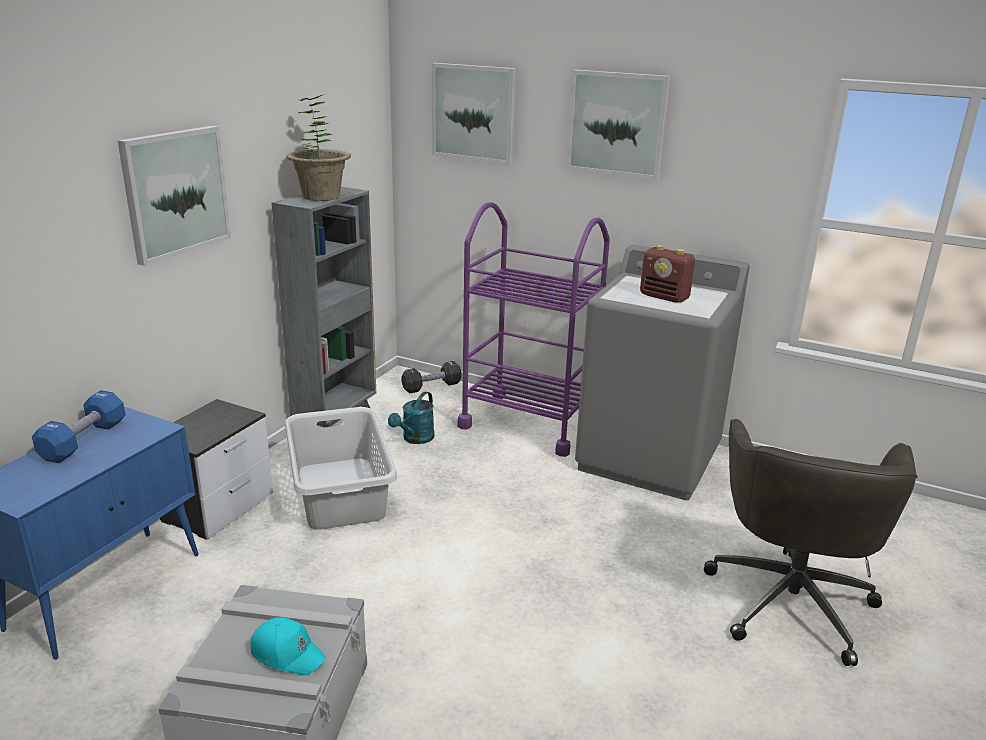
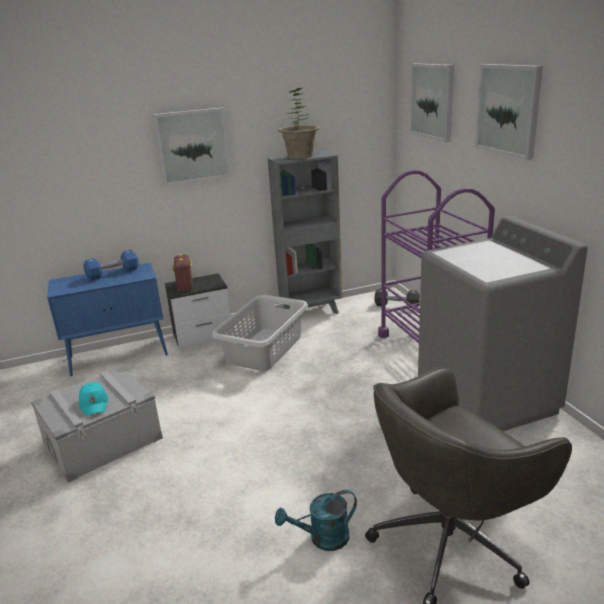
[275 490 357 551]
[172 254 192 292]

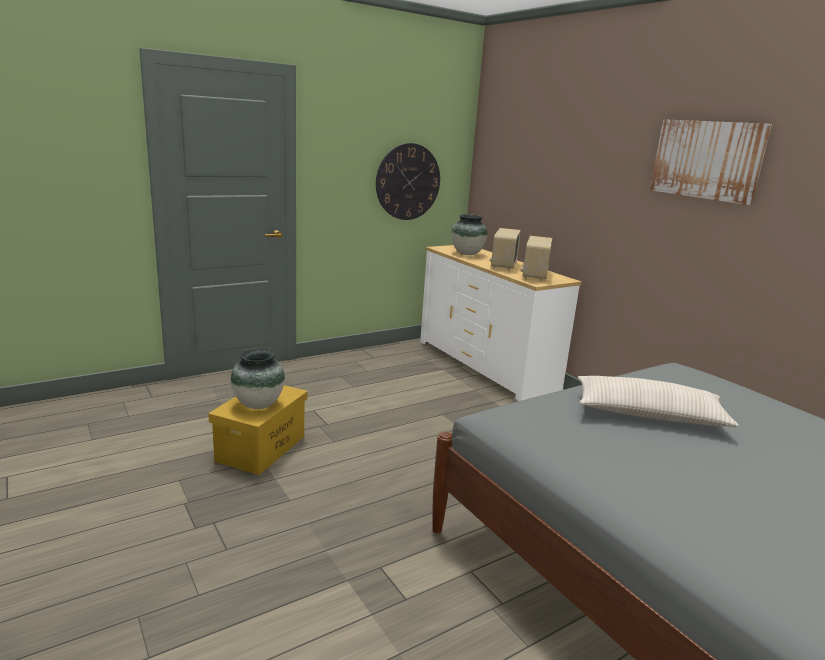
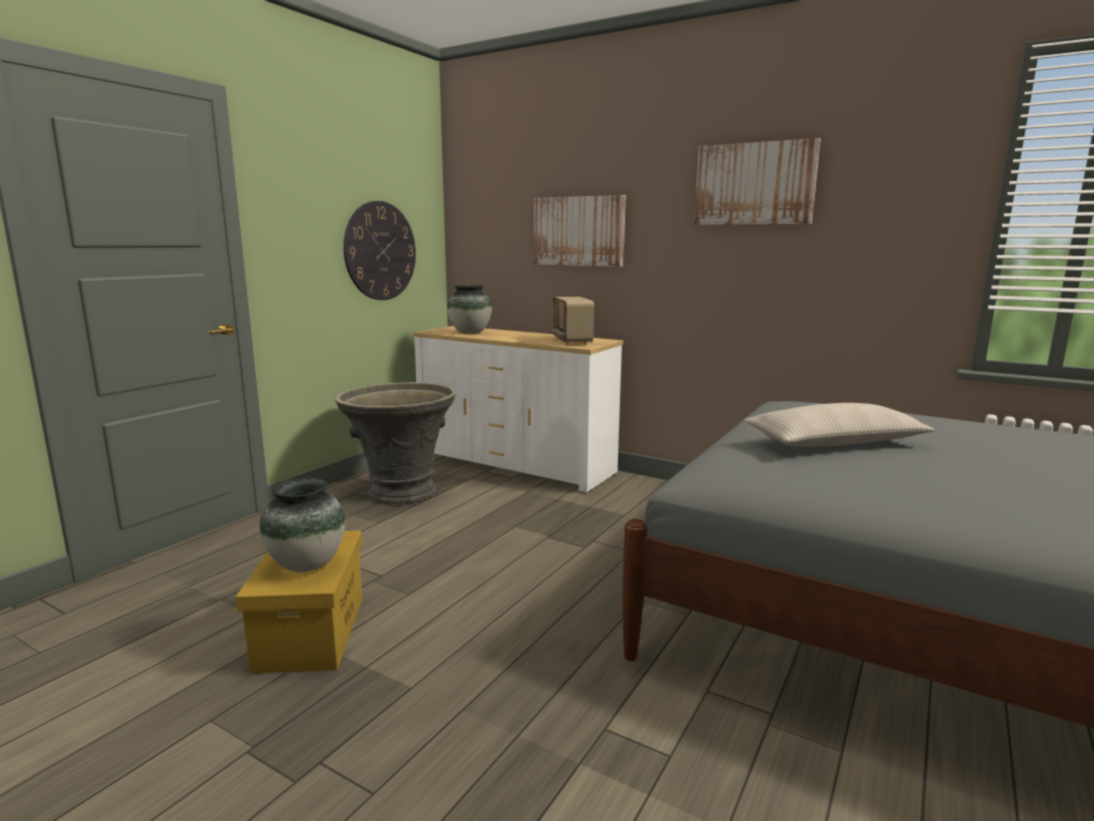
[490 228 521 270] (first image)
[335 382 456 504]
[534 195 626 267]

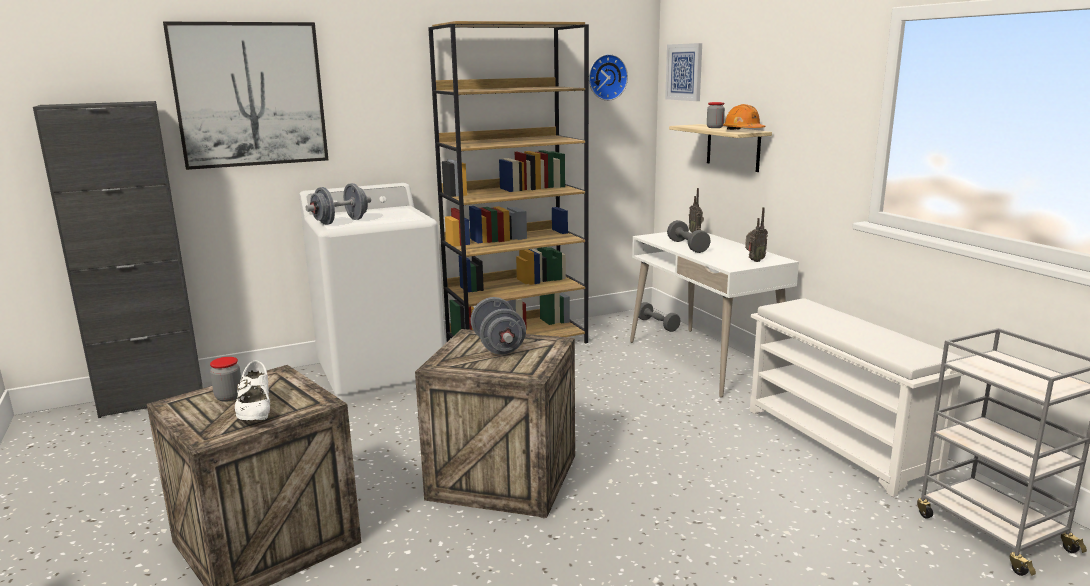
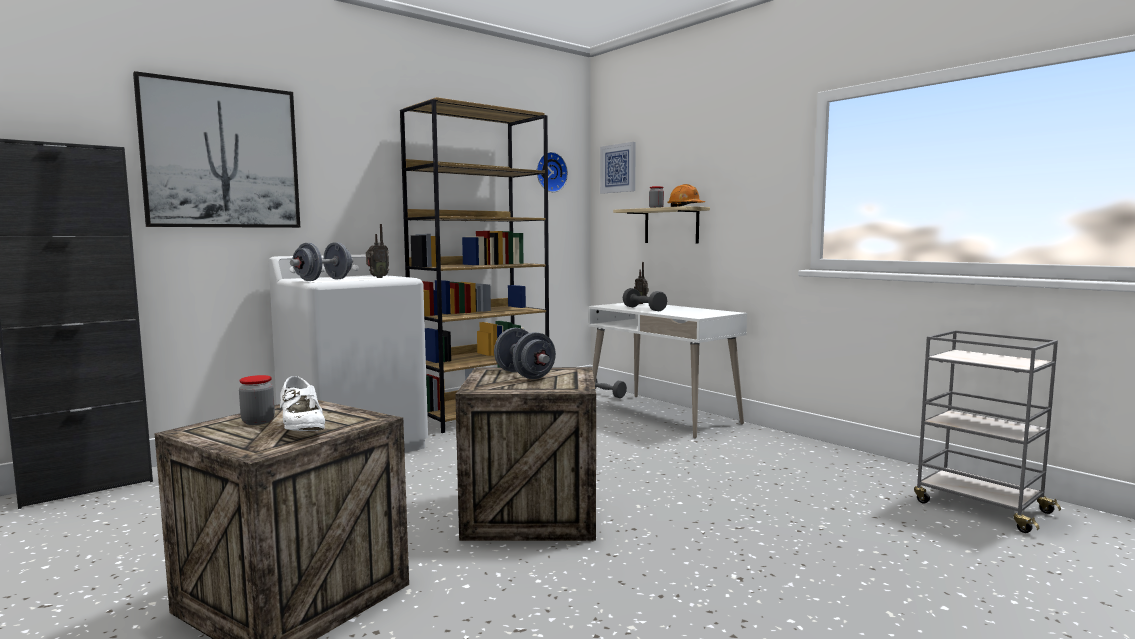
[366 224 389 278]
[750 298 964 497] (first image)

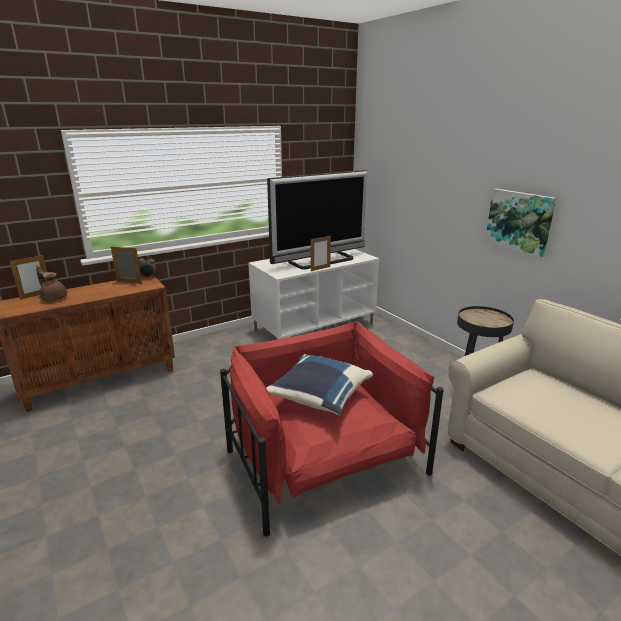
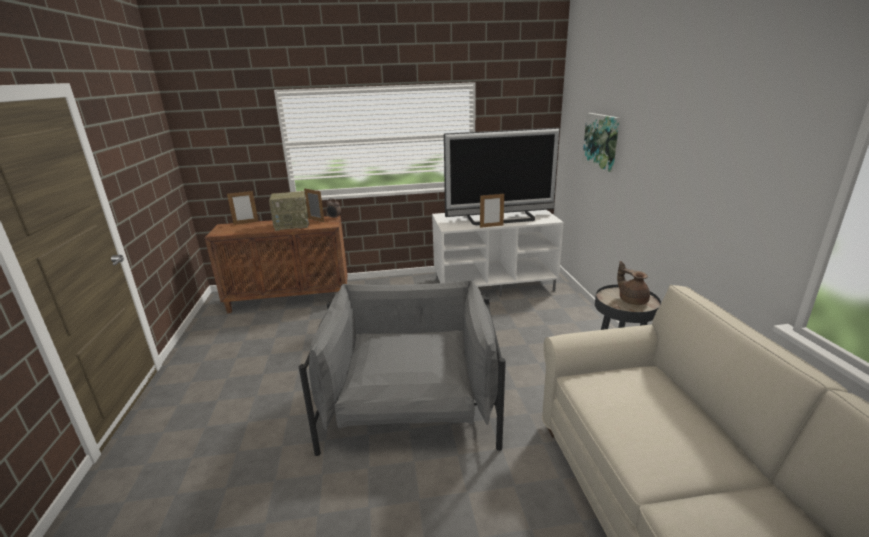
[617 261 650 305]
[299 280 506 456]
[266 354 373 415] (first image)
[582 113 620 172]
[269 191 309 231]

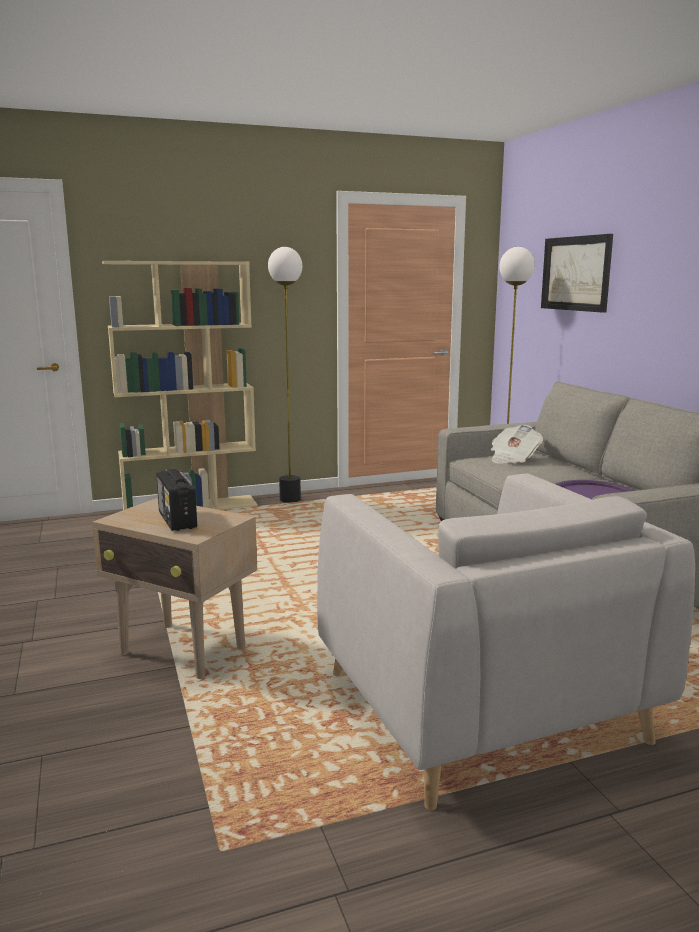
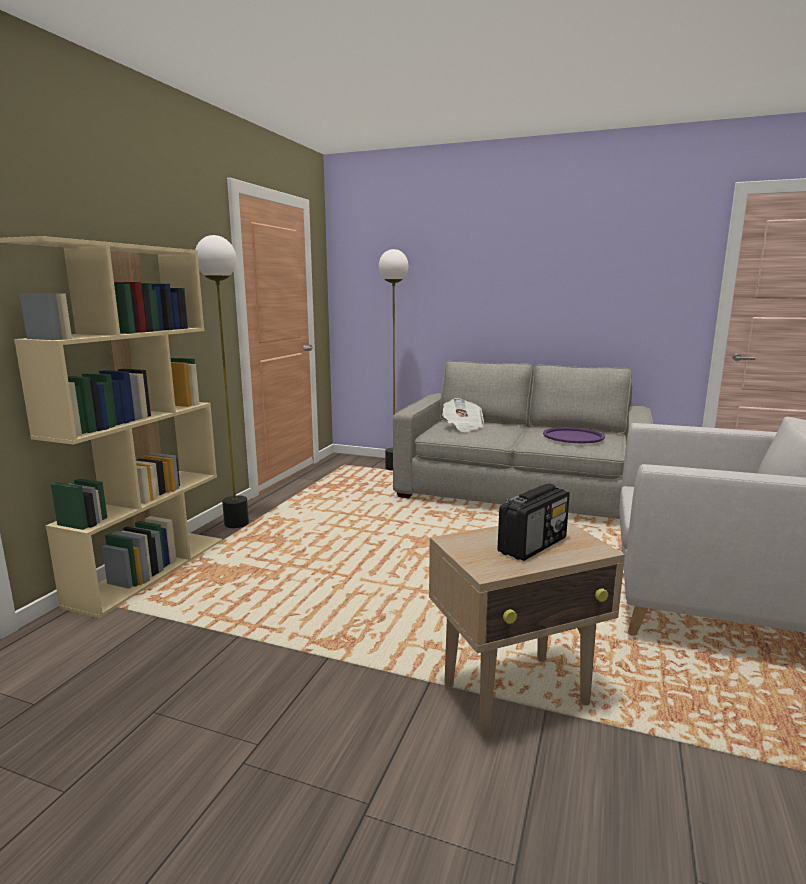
[497 483 570 561]
[541 234 613 313] (first image)

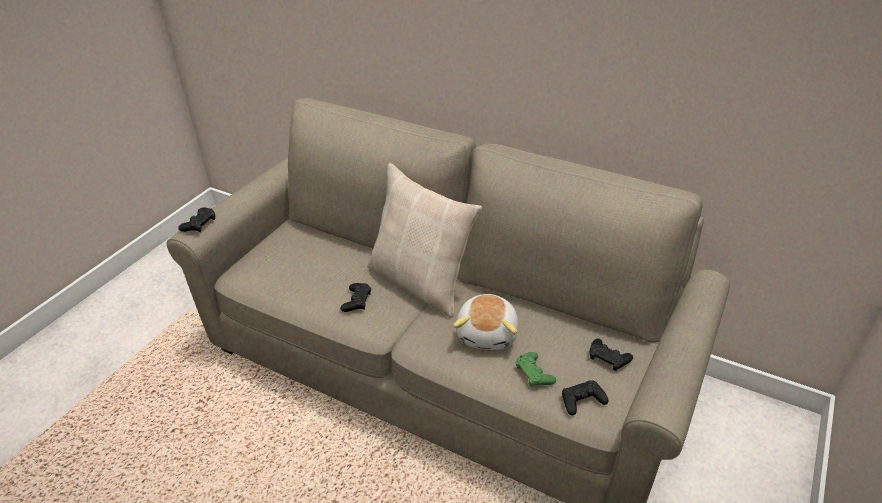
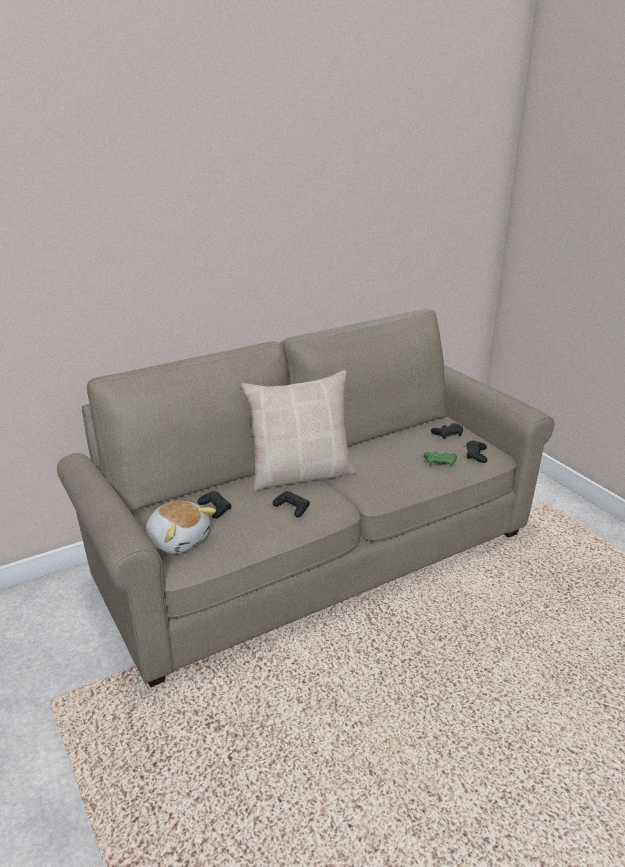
[197 491 231 519]
[146 501 216 554]

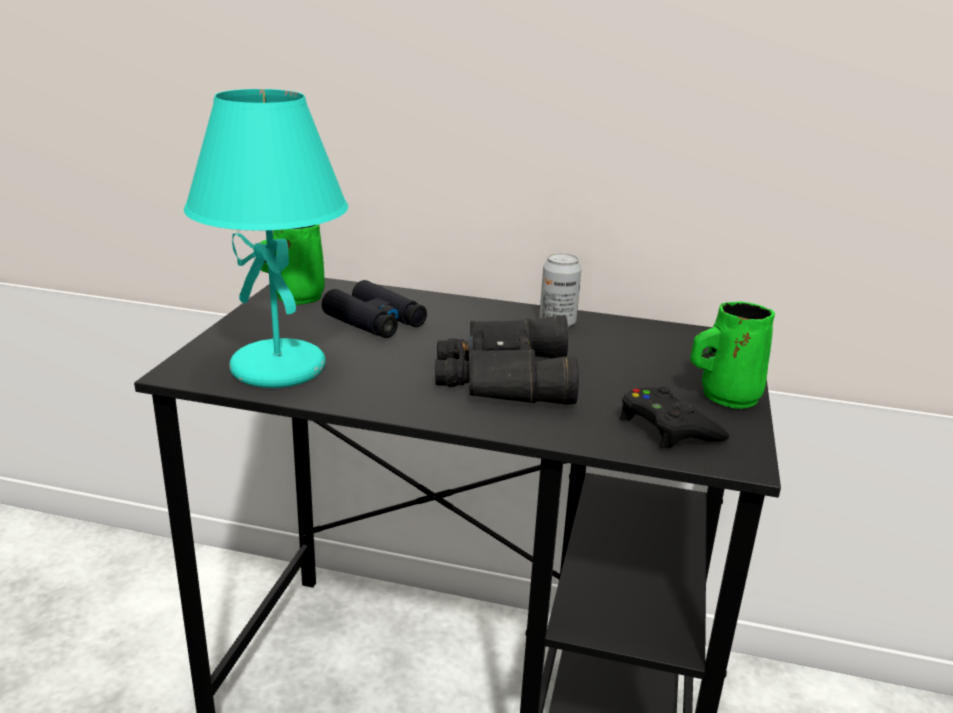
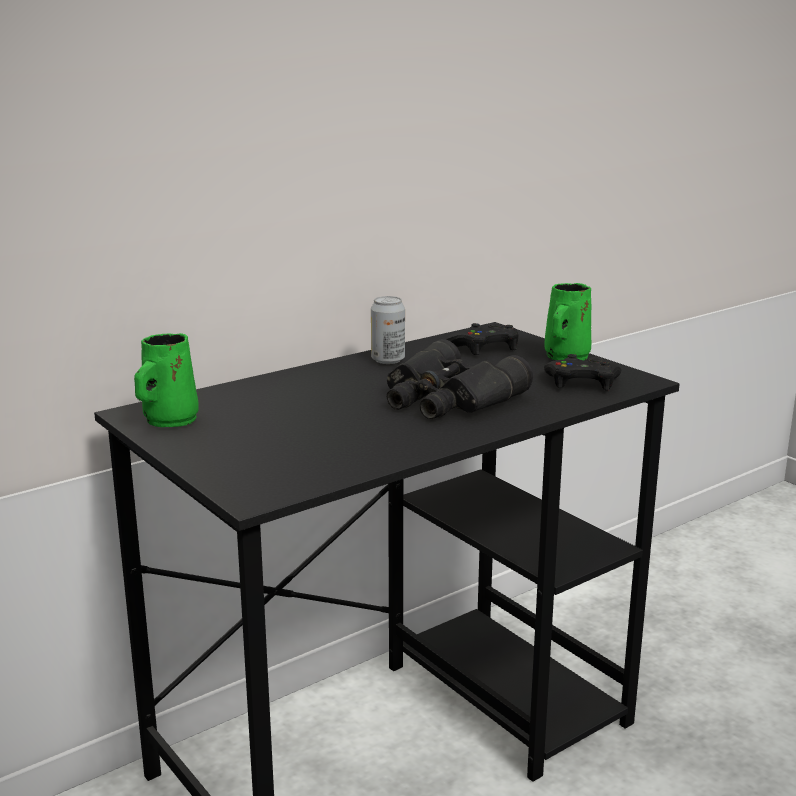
[184 89 348 388] (first image)
[322 280 427 338] (first image)
[446 323 519 355]

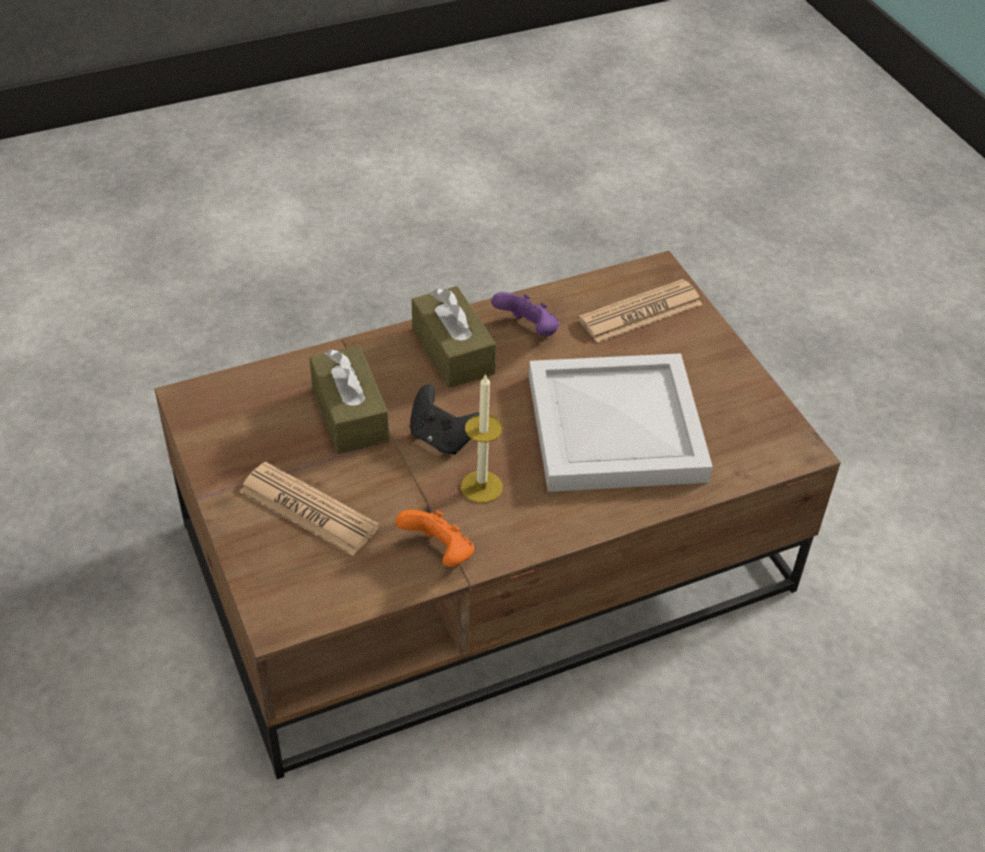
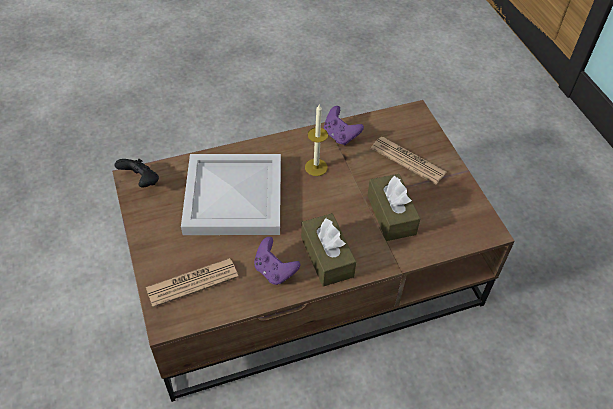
[324 106 364 145]
[114 159 159 188]

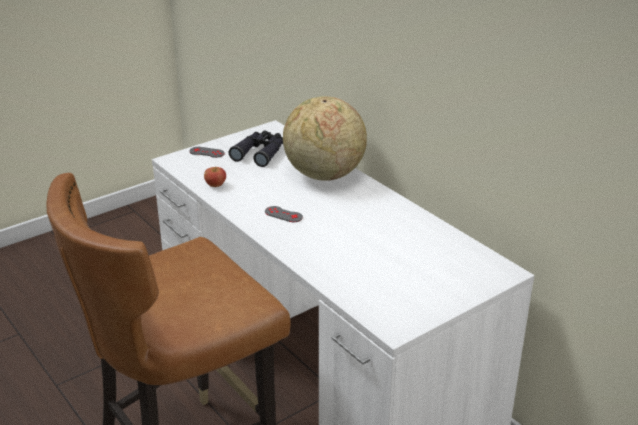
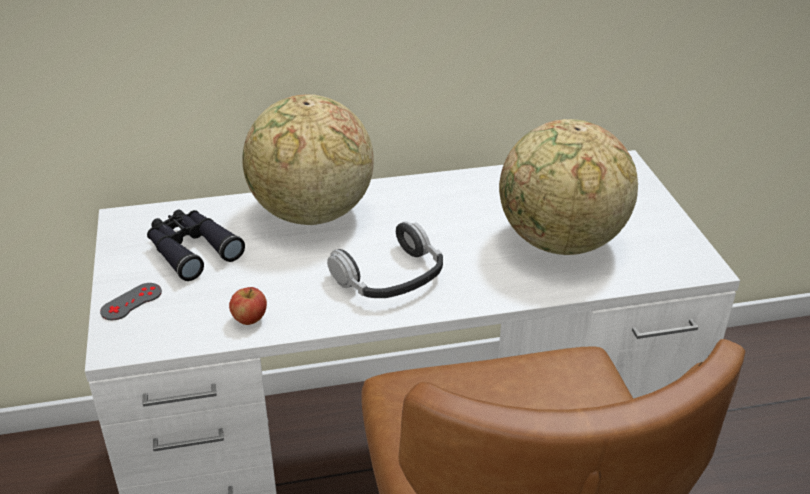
[327 221 443 298]
[499 119 638 255]

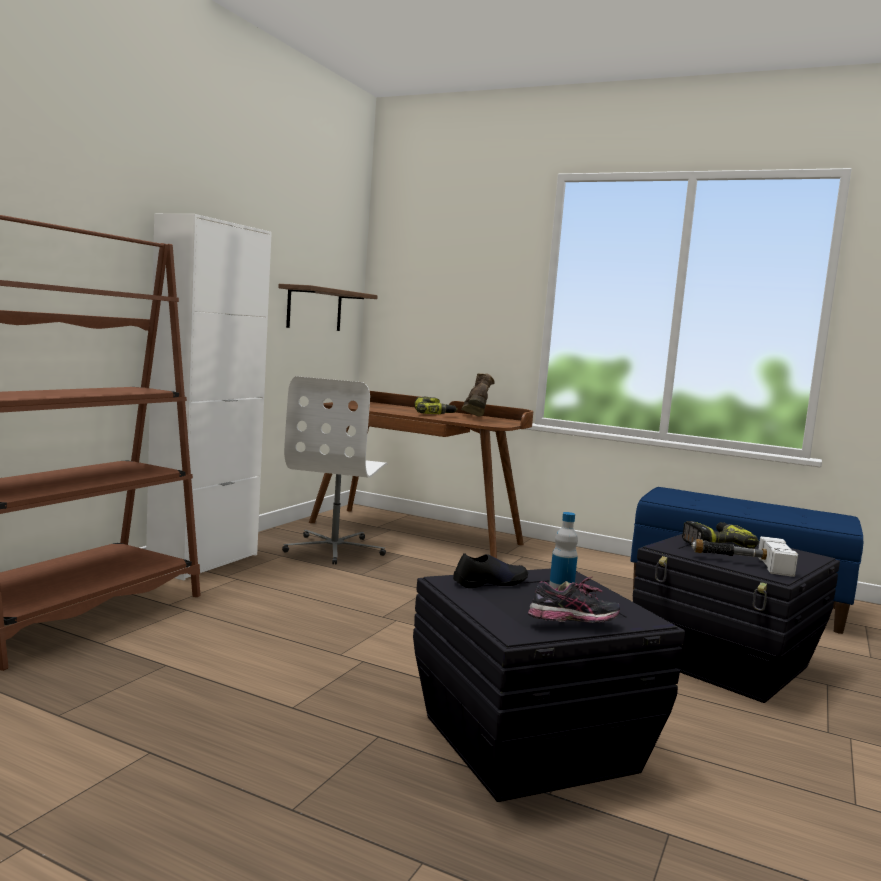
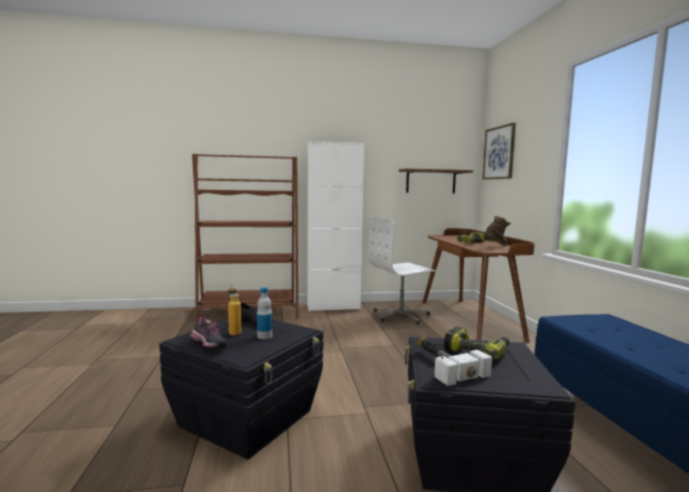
[228 284 241 335]
[482 123 516 180]

